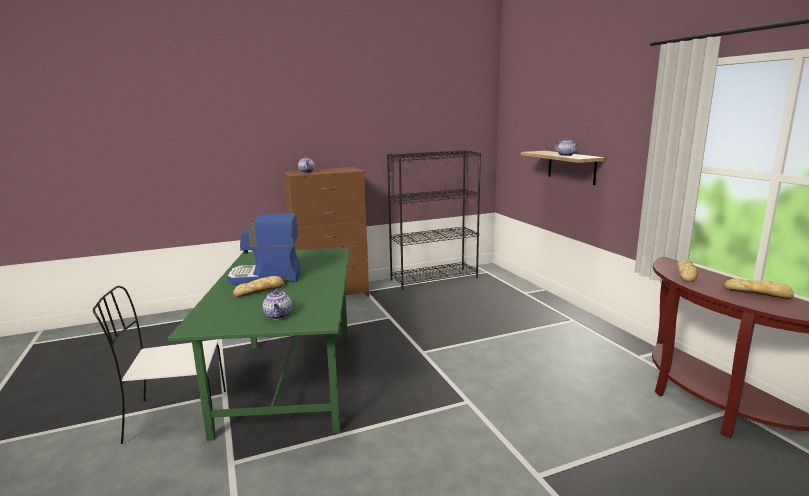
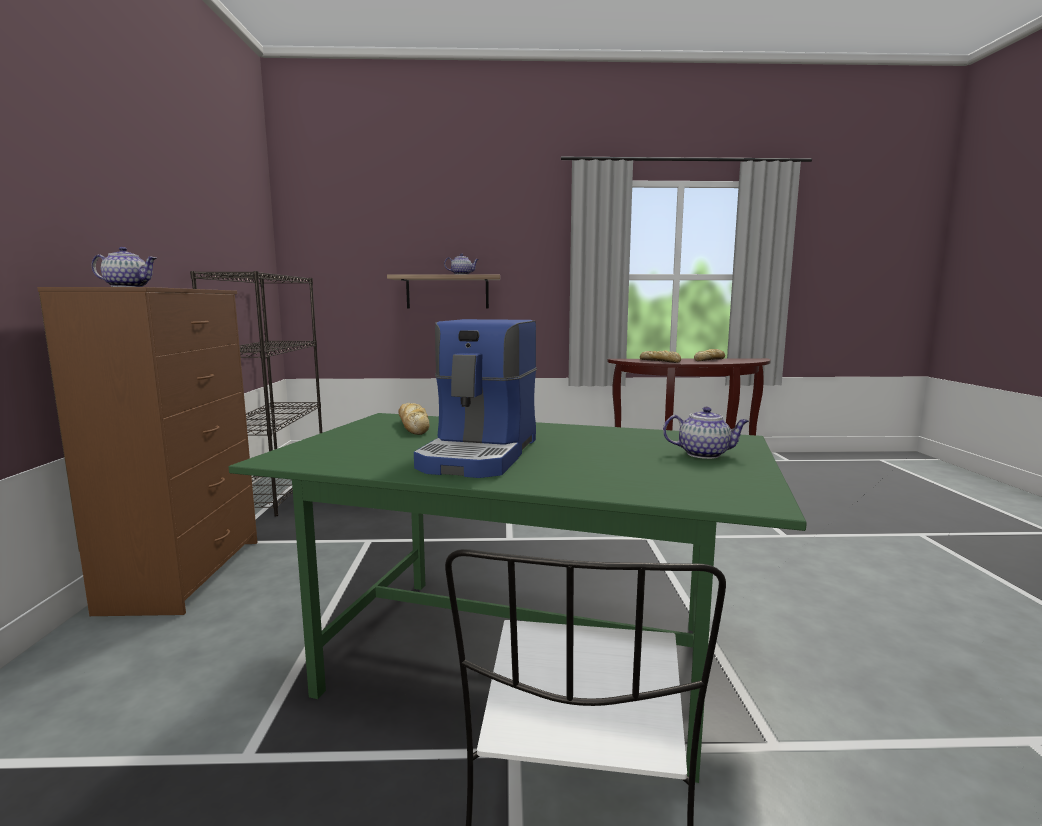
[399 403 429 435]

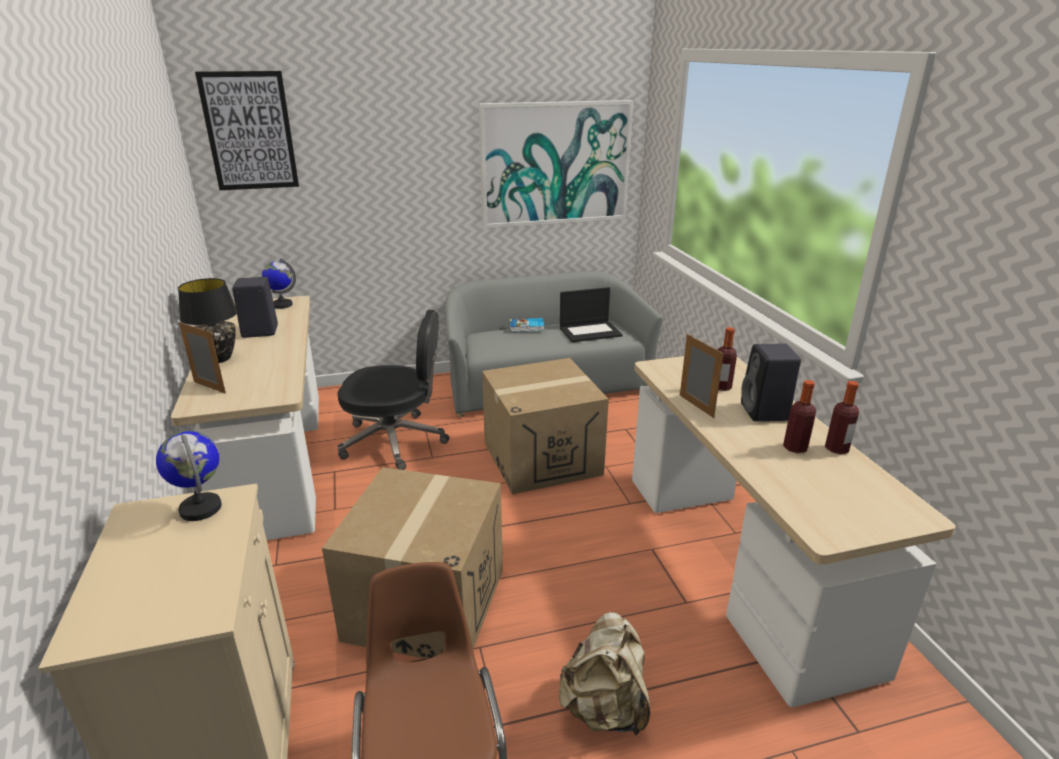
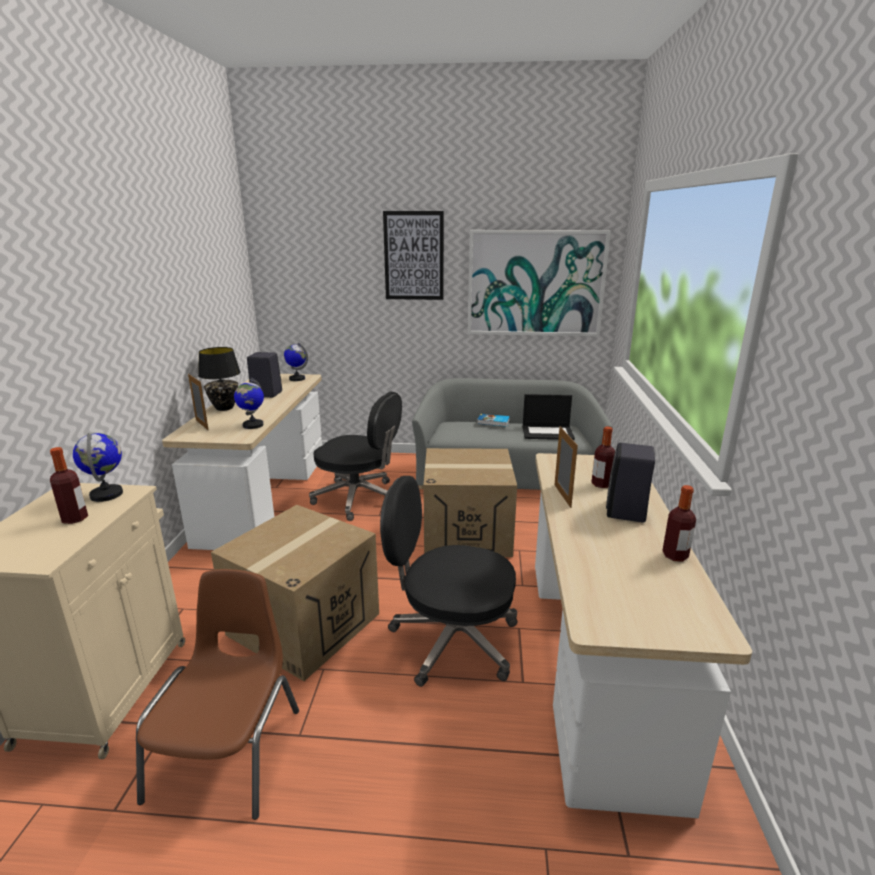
[383 211 444 300]
[559 612 650 735] (first image)
[50 447 88 524]
[234 378 264 429]
[380 476 517 687]

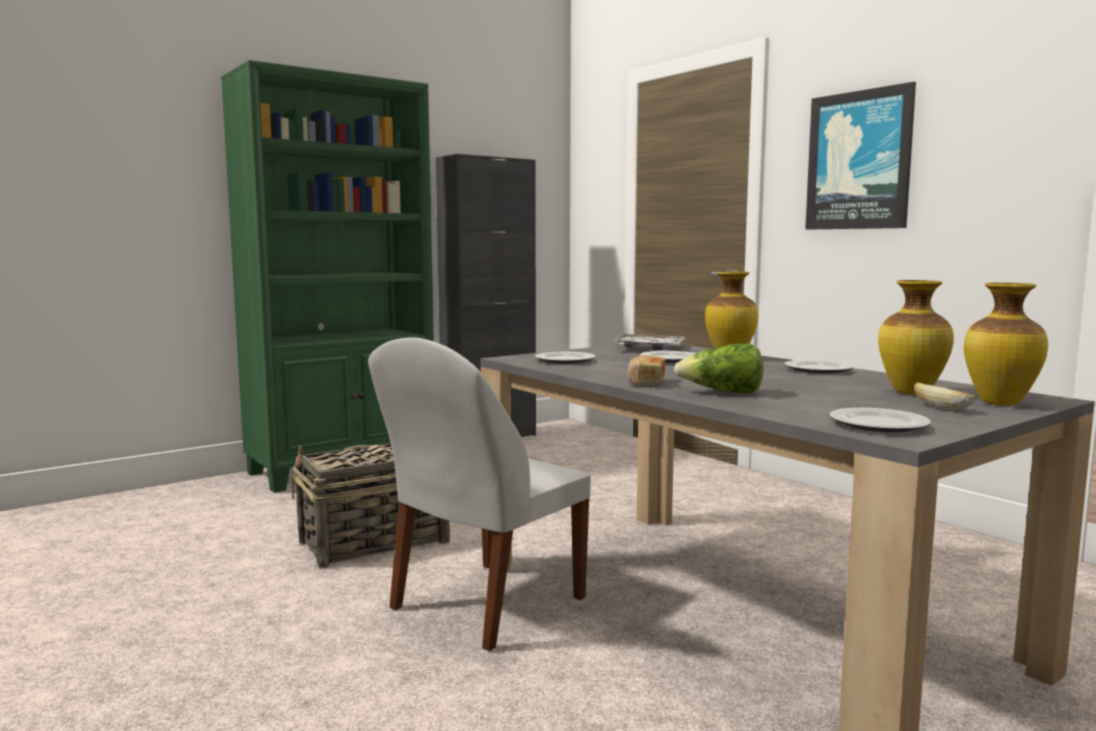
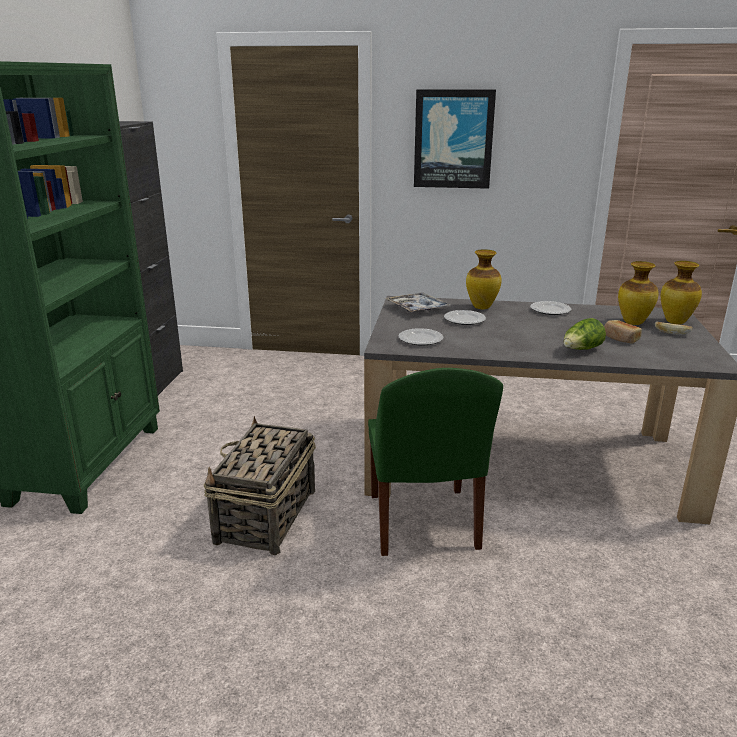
[368 368 503 556]
[604 320 642 343]
[829 408 931 433] (first image)

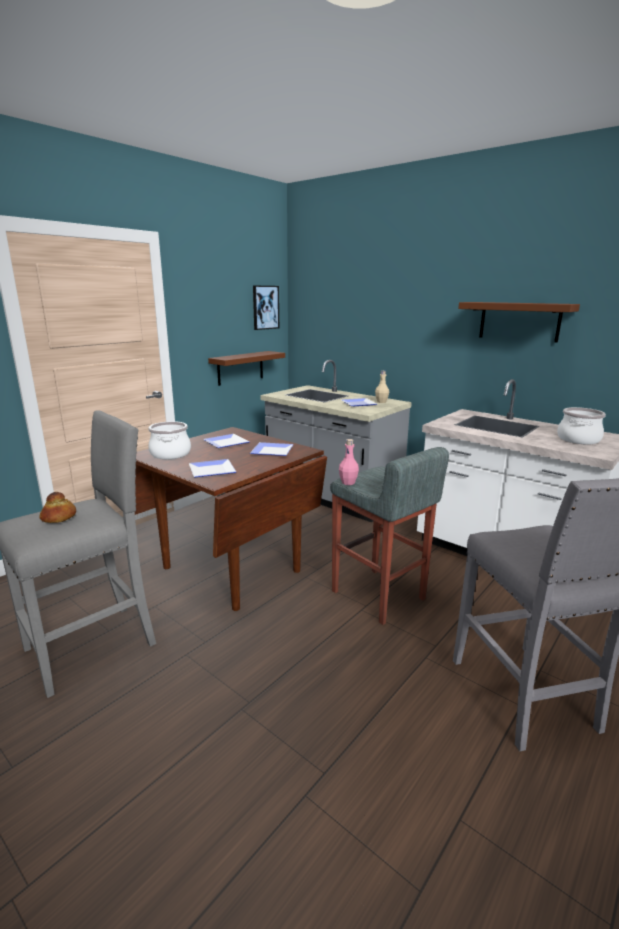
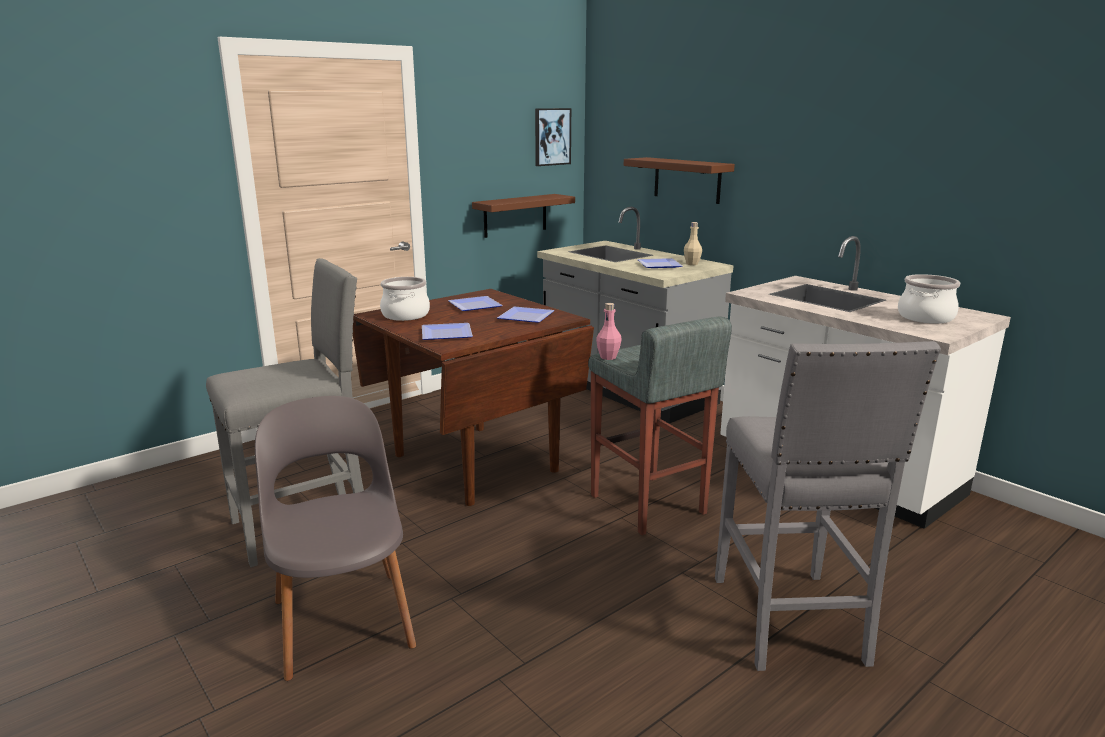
[39 492 76 523] (first image)
[624 157 735 204]
[255 396 416 681]

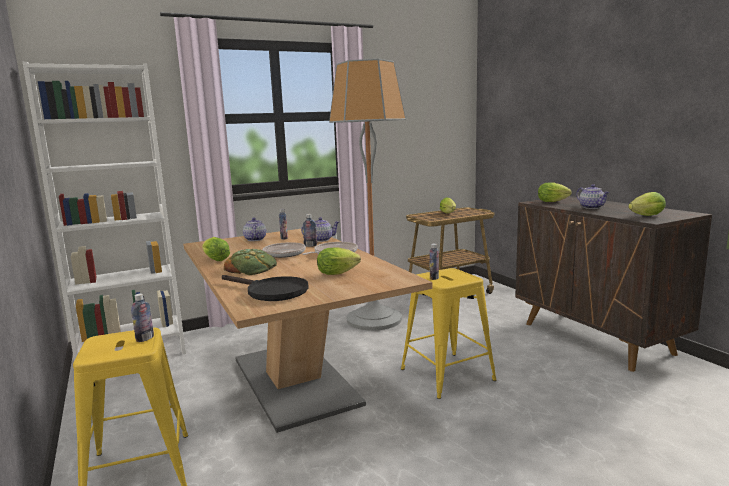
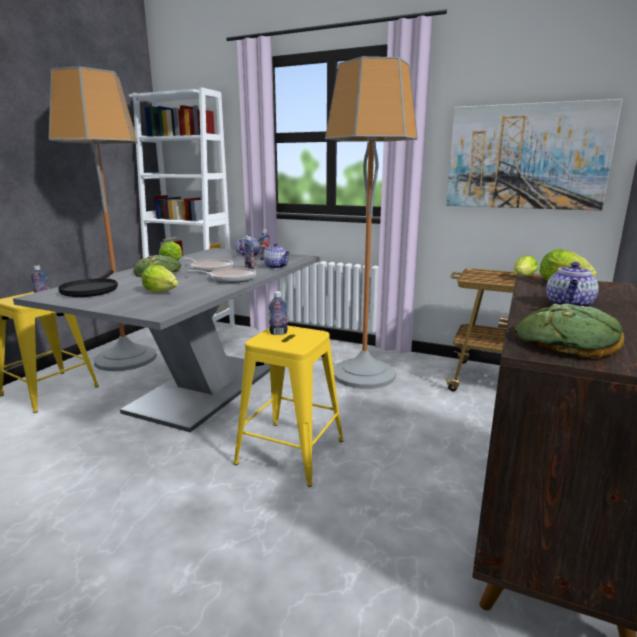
[13 248 320 432]
[515 303 624 358]
[49 66 157 371]
[446 99 623 211]

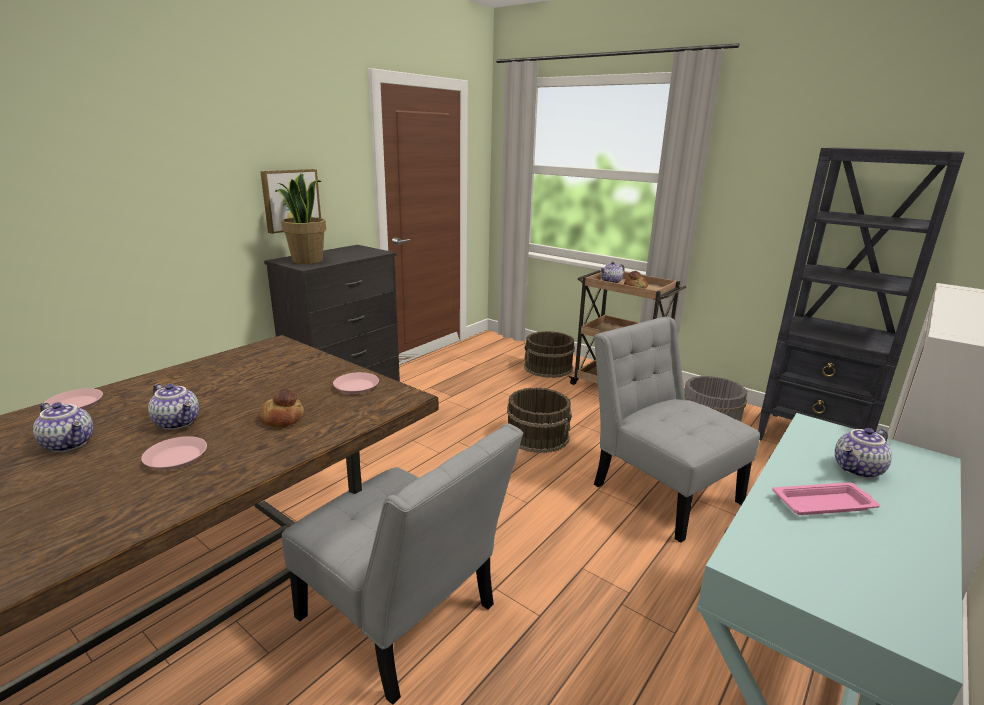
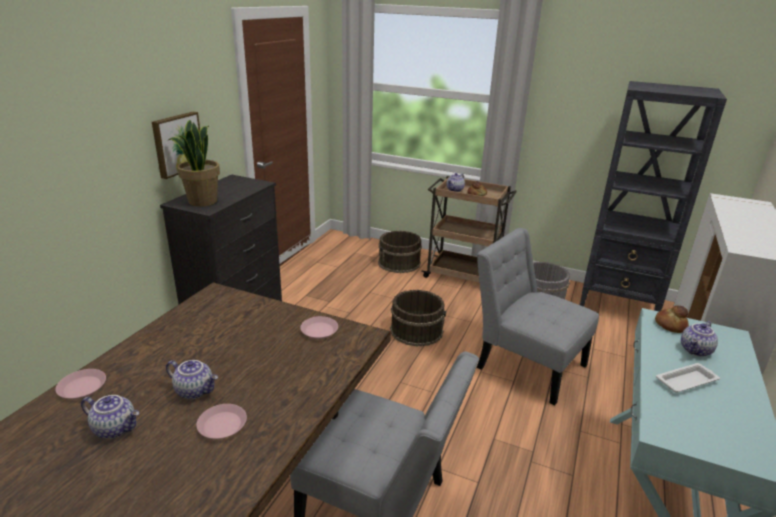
[655 306 689 333]
[656 363 720 393]

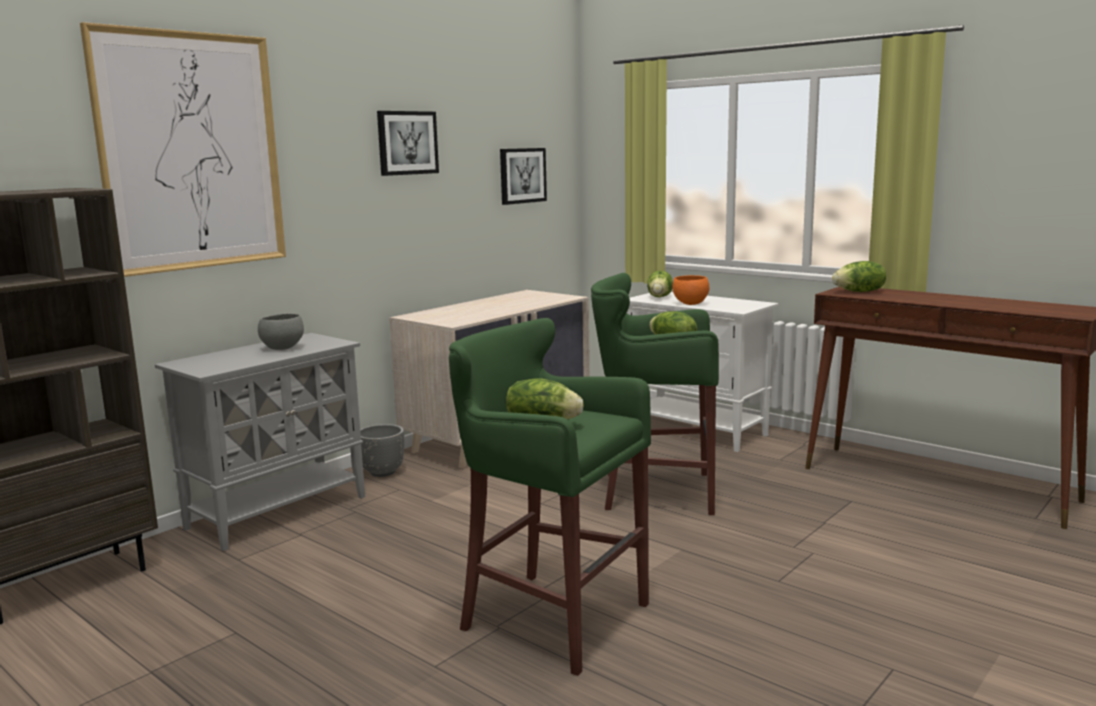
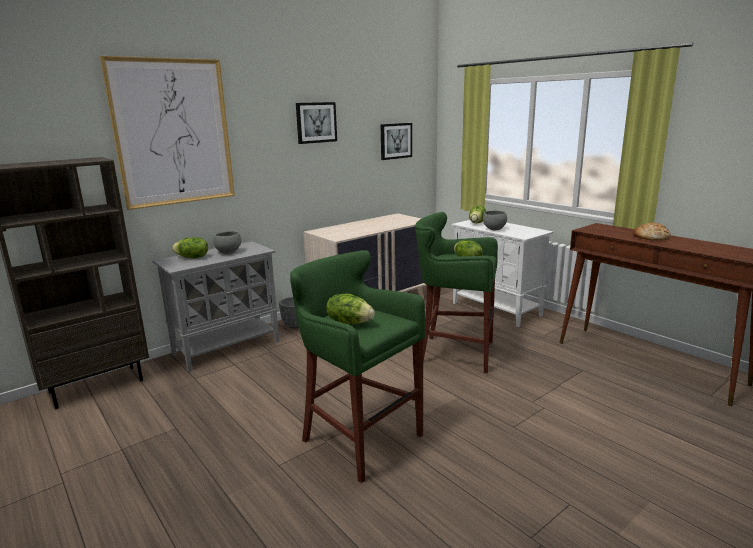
[483 211 507 230]
[172 237 208 258]
[632 222 671 240]

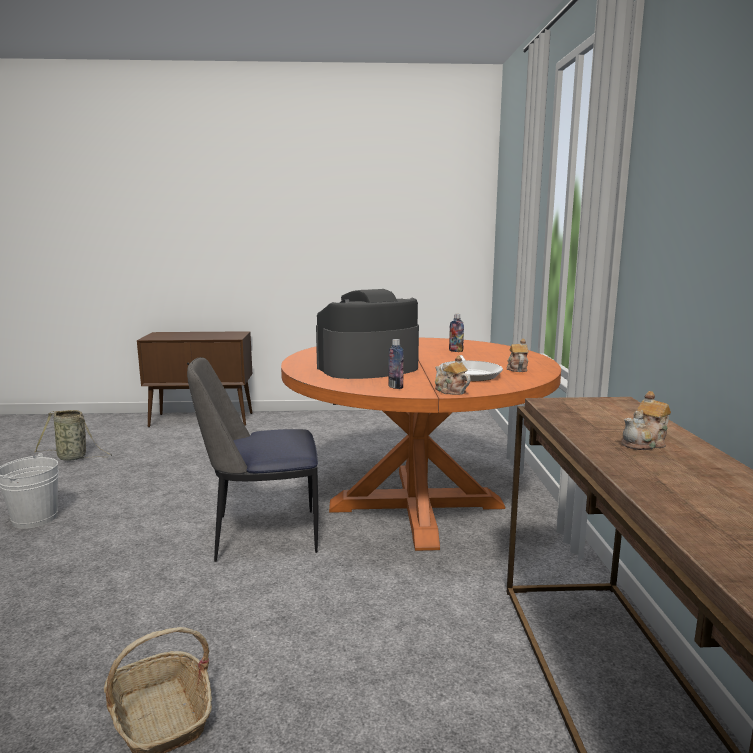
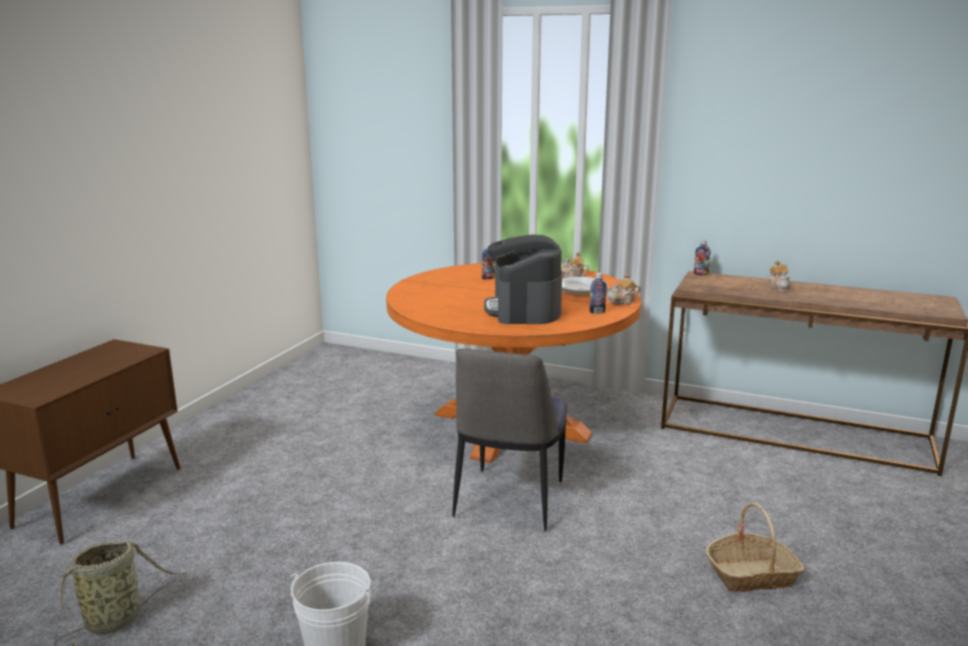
[694 239 711 276]

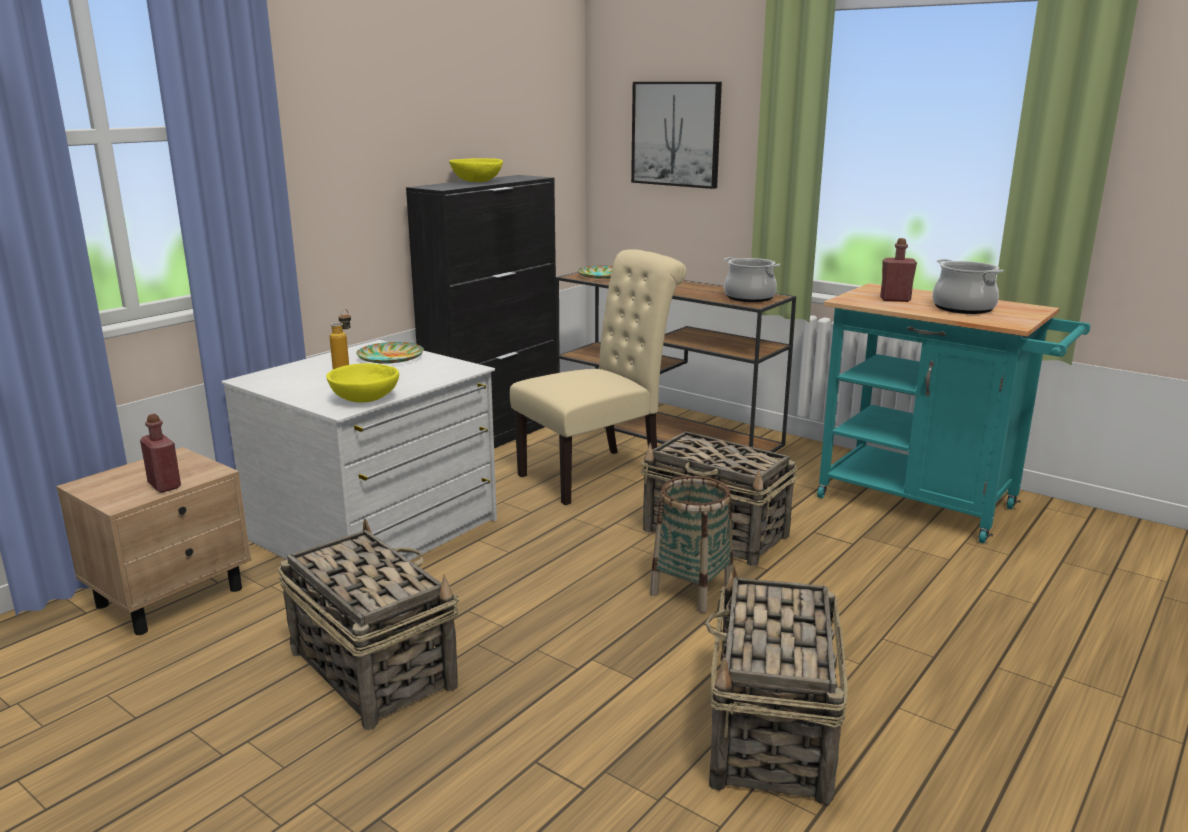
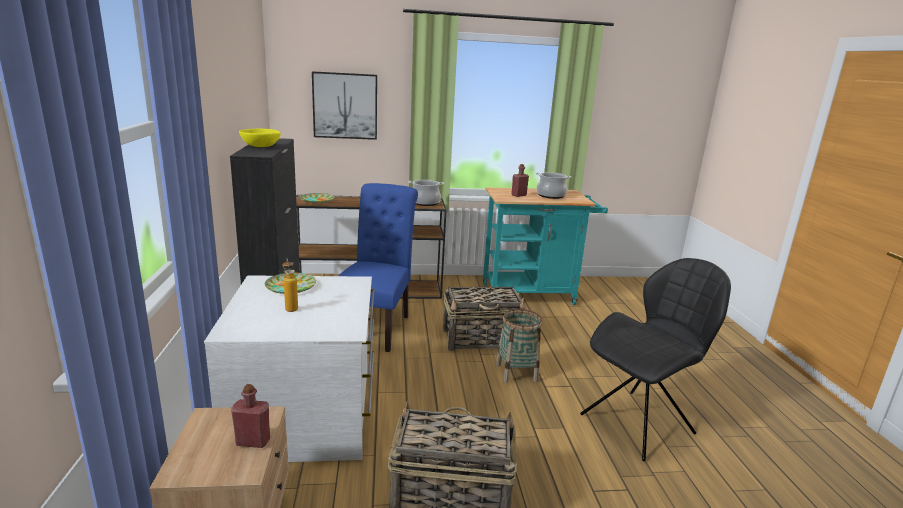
[326 363 399 403] (first image)
[338 183 418 352]
[580 258 731 461]

